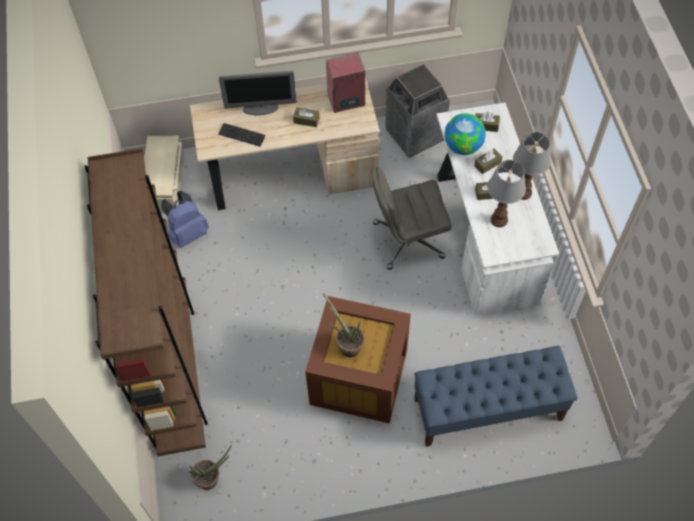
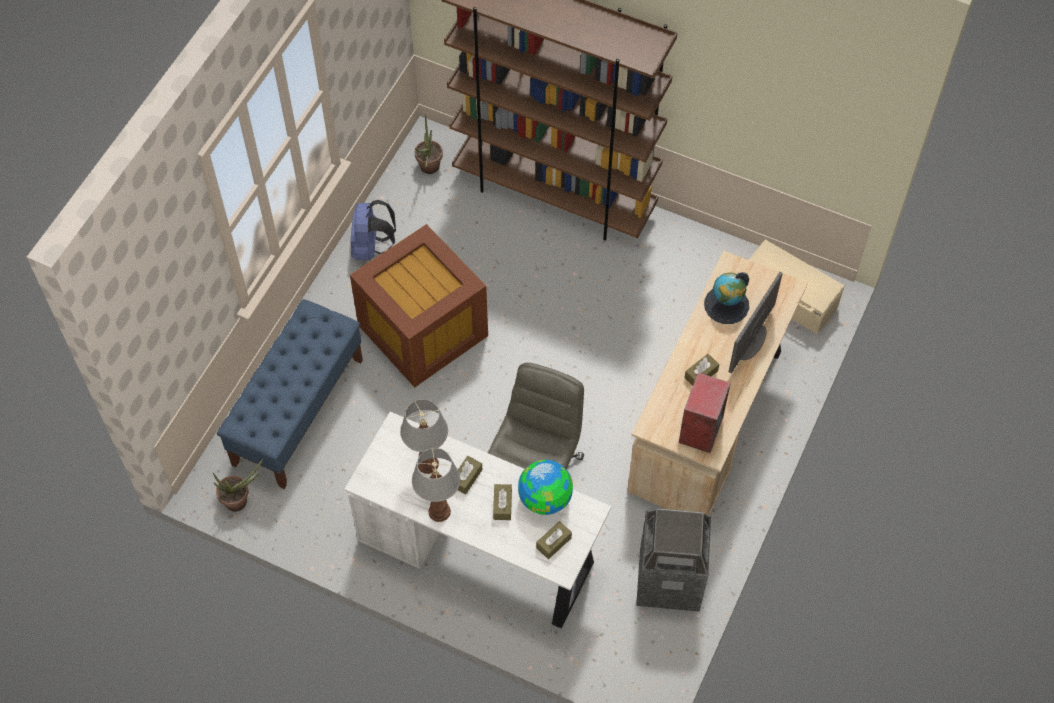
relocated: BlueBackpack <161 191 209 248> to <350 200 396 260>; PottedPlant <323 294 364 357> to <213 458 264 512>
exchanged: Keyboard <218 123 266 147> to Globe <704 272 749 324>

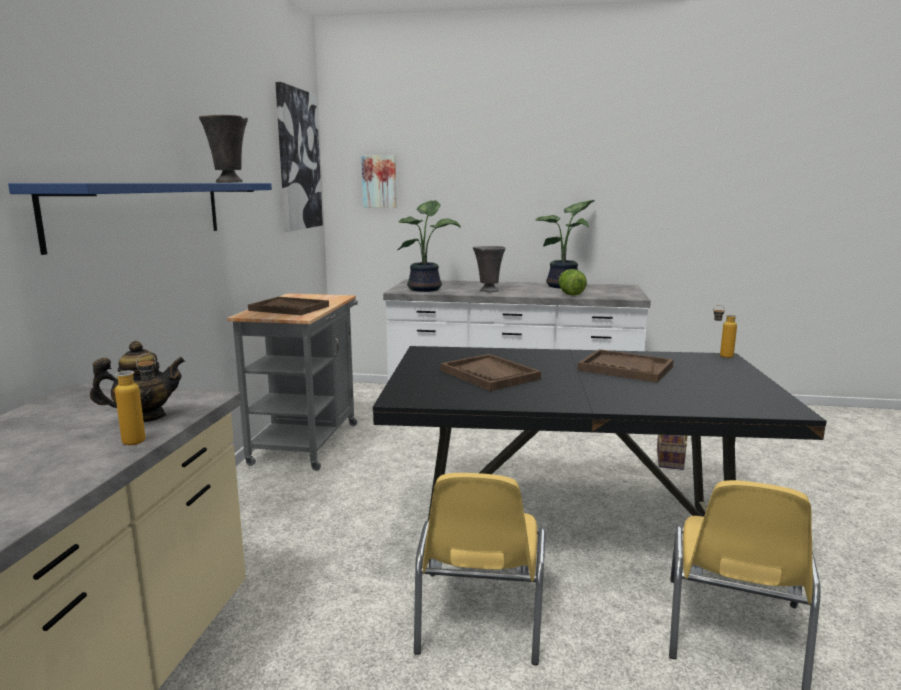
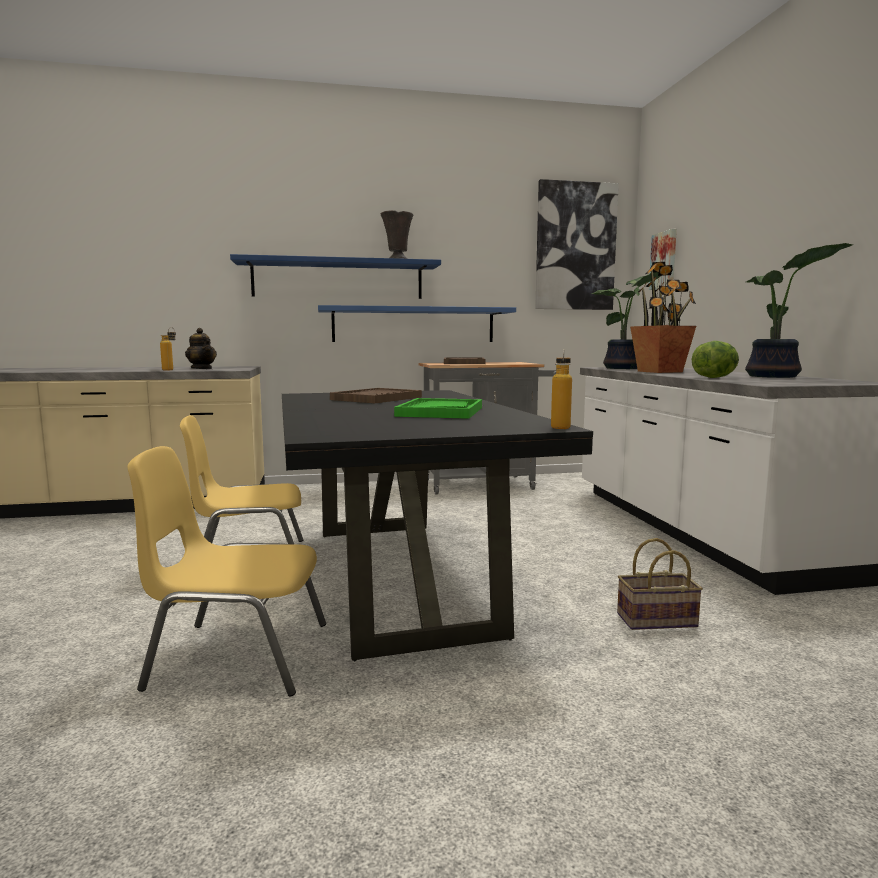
appeared: BlueShelf <318 305 516 342>
exchanged: GreyVase <473 246 506 292> to PottedPlant <630 262 696 373>
colour: BrownTray <578 349 674 383> to GreenTray <394 398 482 419>

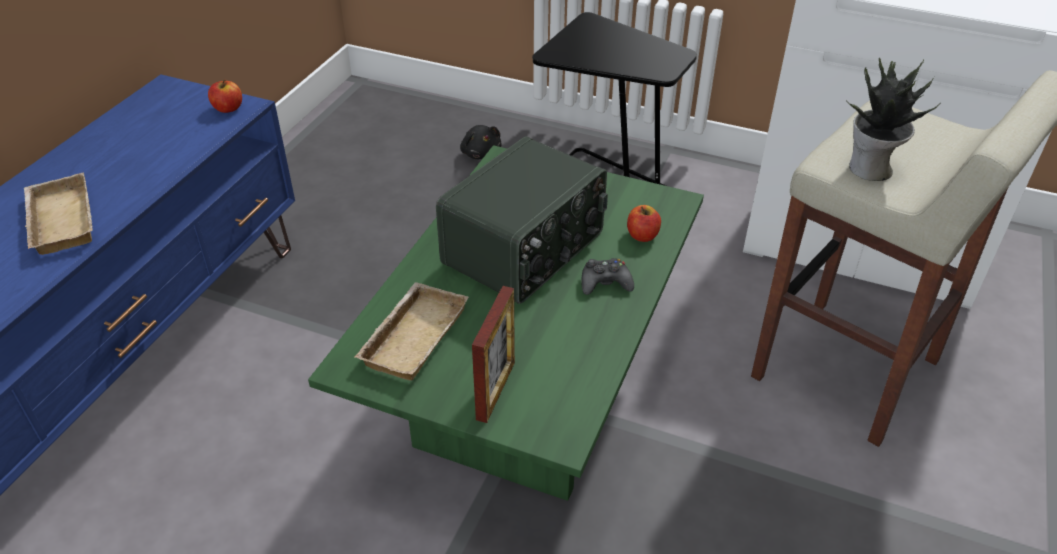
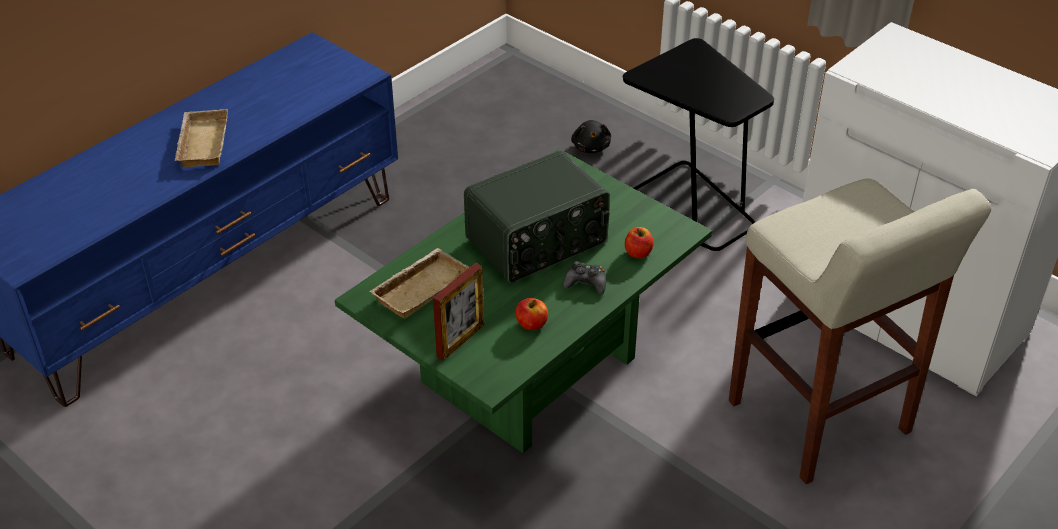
missing: PottedPlant <846 58 941 181>
relocated: Apple <208 79 242 113> to <516 298 548 330>

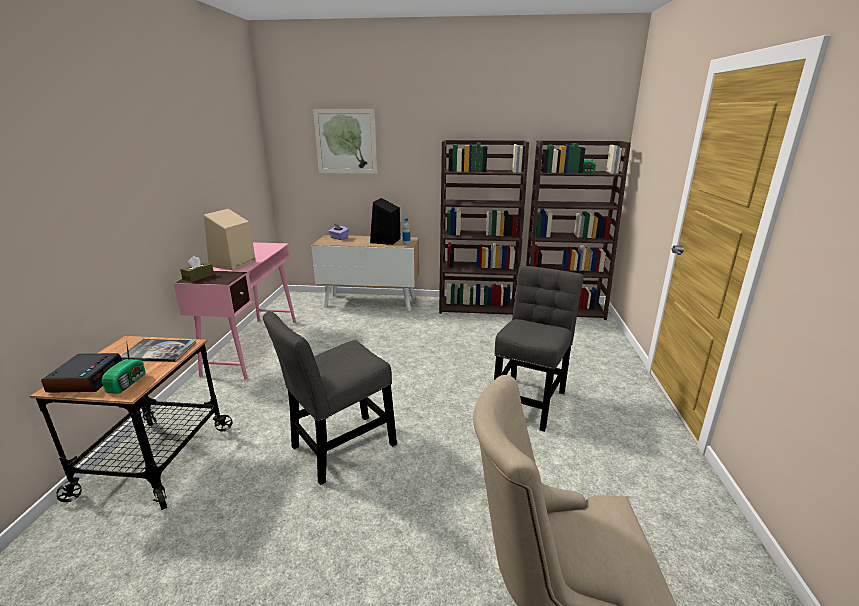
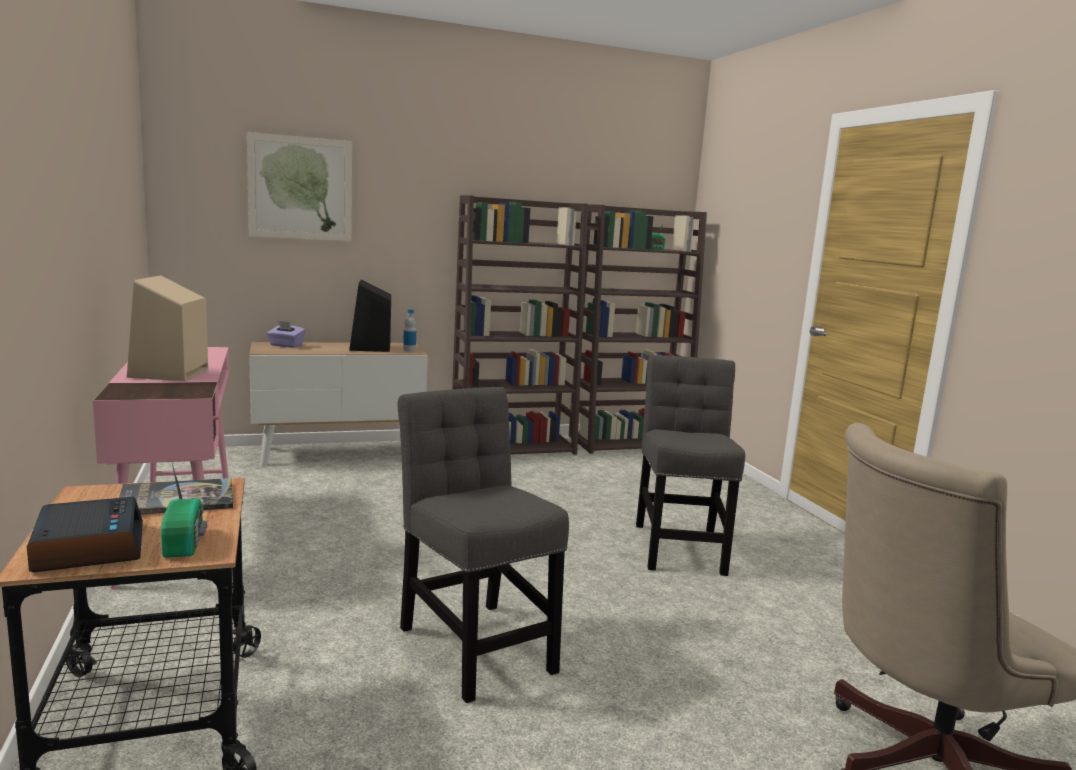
missing: BrownTissueBox <180 256 214 282>
spun: GreyChair <263 312 397 485> = <398 387 569 703> 120 degrees clockwise

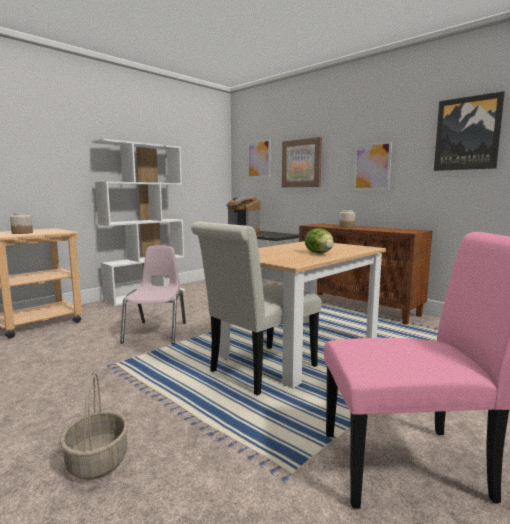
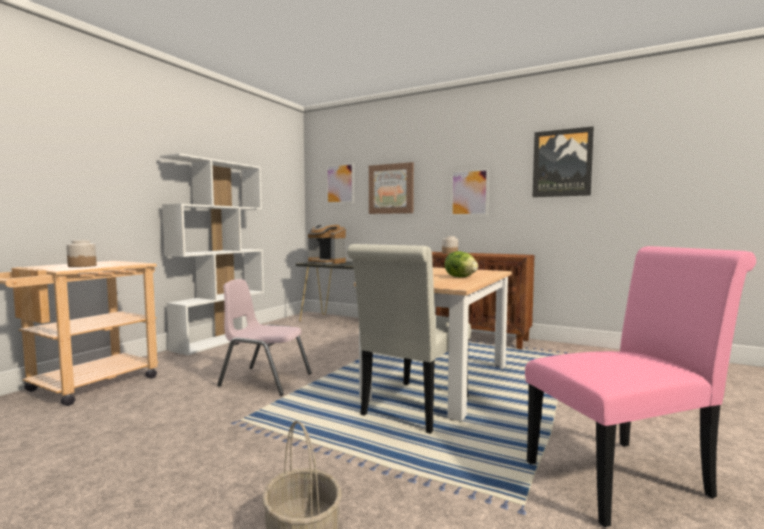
spun: PinkChair <120 245 186 344> = <217 279 312 396> 60 degrees counterclockwise

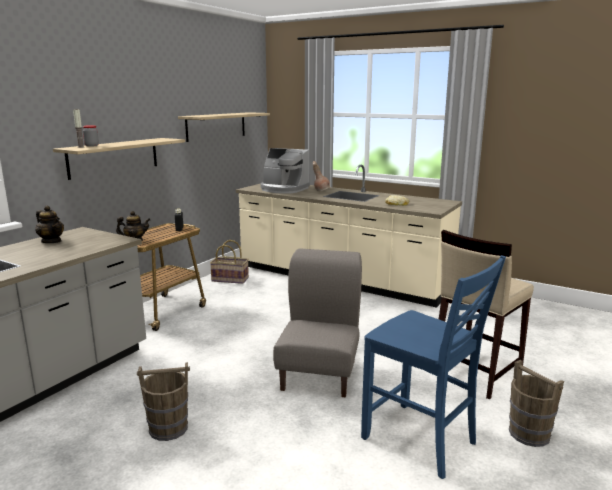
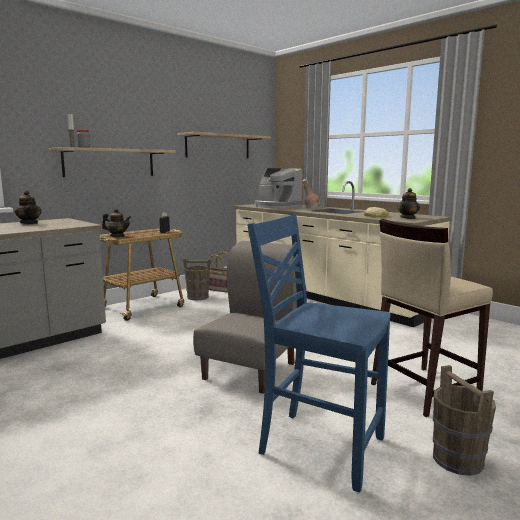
appeared: Teapot <397 188 420 219>
relocated: BrownBucket <137 362 190 441> to <183 258 211 300>
spun: BlueChair <361 255 506 479> = <247 214 391 492> 150 degrees clockwise

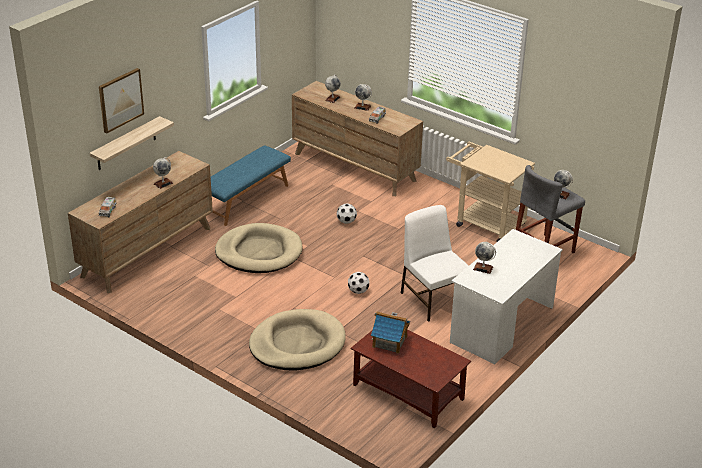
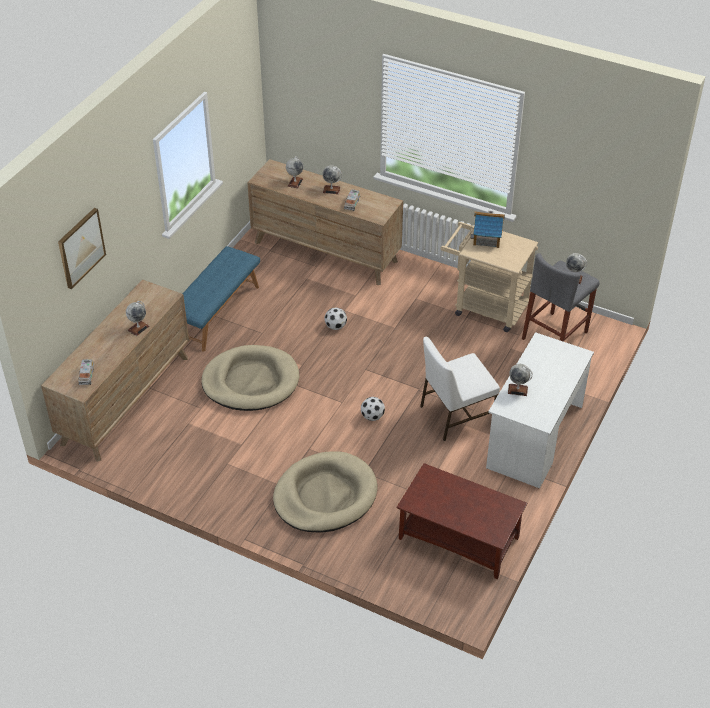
missing: Shelf <90 116 174 170>
relocated: ToyHouse <371 311 410 354> to <470 211 505 248>
spun: WhiteChair <401 205 469 322> = <420 337 500 441> 75 degrees counterclockwise

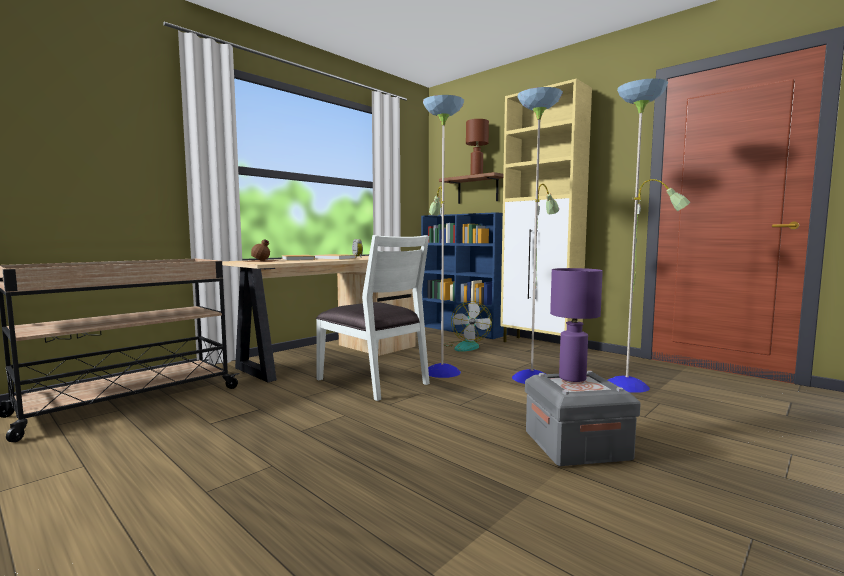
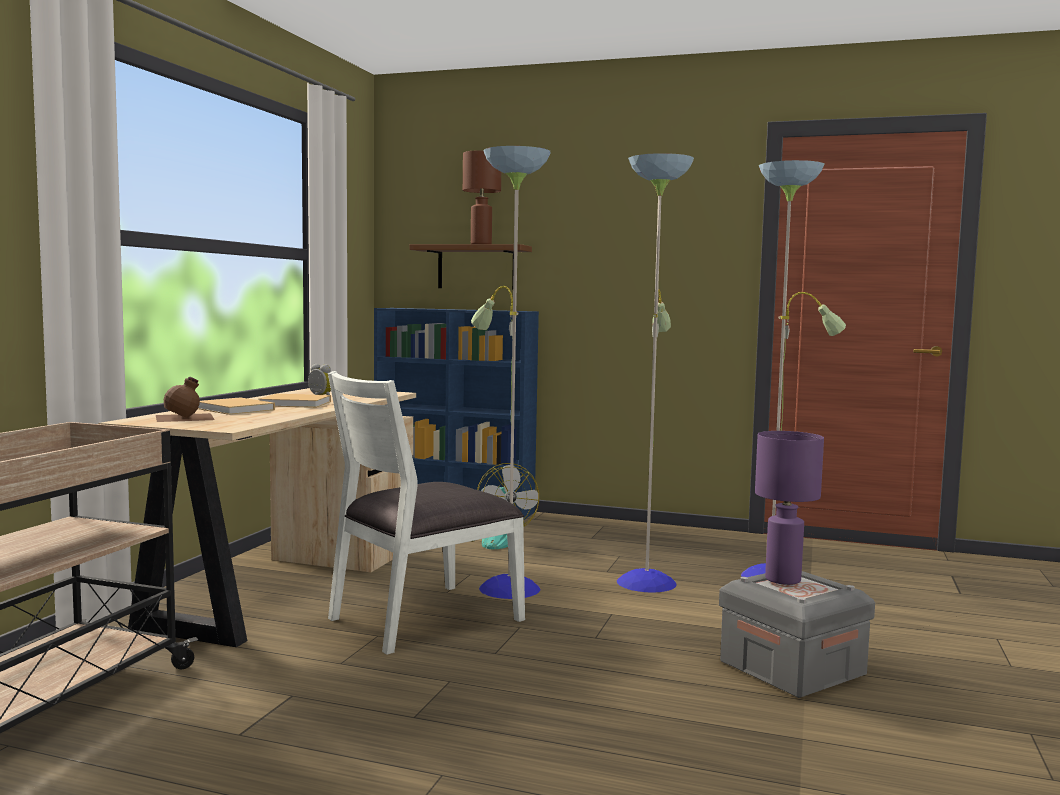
missing: BeigeCabinet <500 79 592 342>
spun: WhiteChair <316 235 430 401> = <328 371 525 655> 120 degrees clockwise

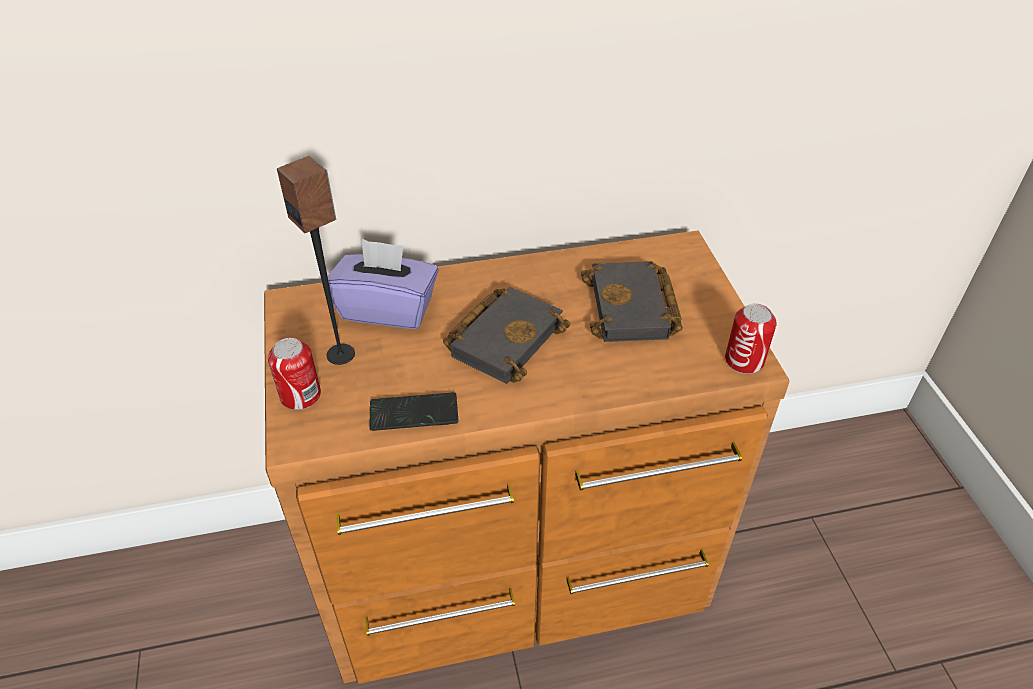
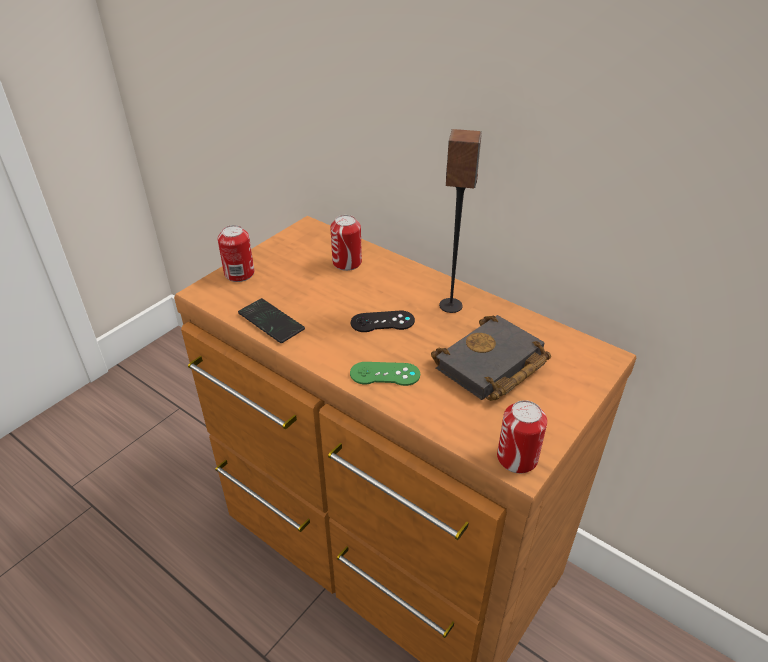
appeared: GreenGameController <350 362 420 386>
relocated: Speaker <277 156 355 365> to <439 129 482 313>
exchanged: PurpleTissueBox <327 239 439 329> to Can <330 215 362 271>; BlackBook <443 287 570 384> to BlackGameController <351 311 415 332>

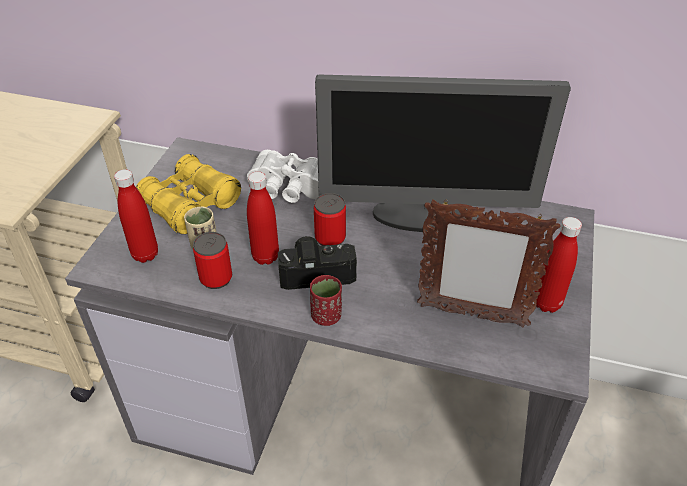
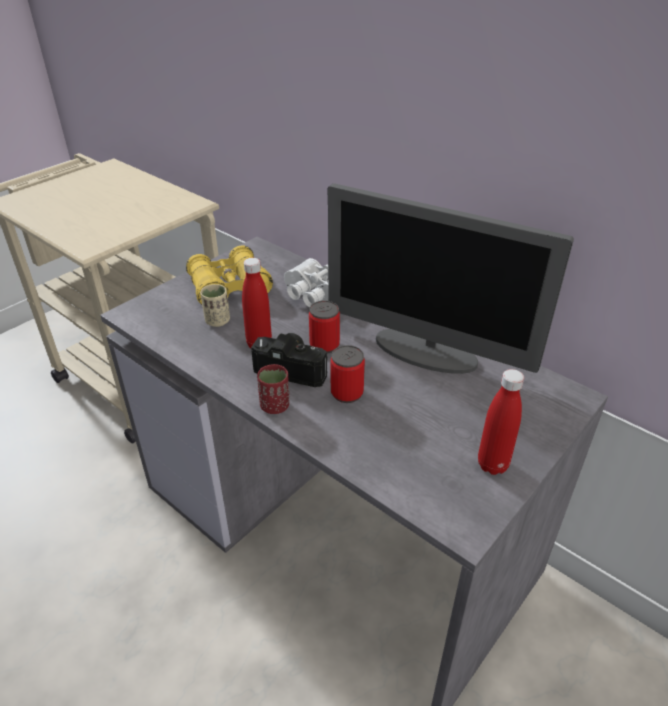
missing: RedBottle <114 169 158 263>; PictureFrame <417 199 560 327>
relocated: Can <193 232 232 289> to <331 345 365 403>

